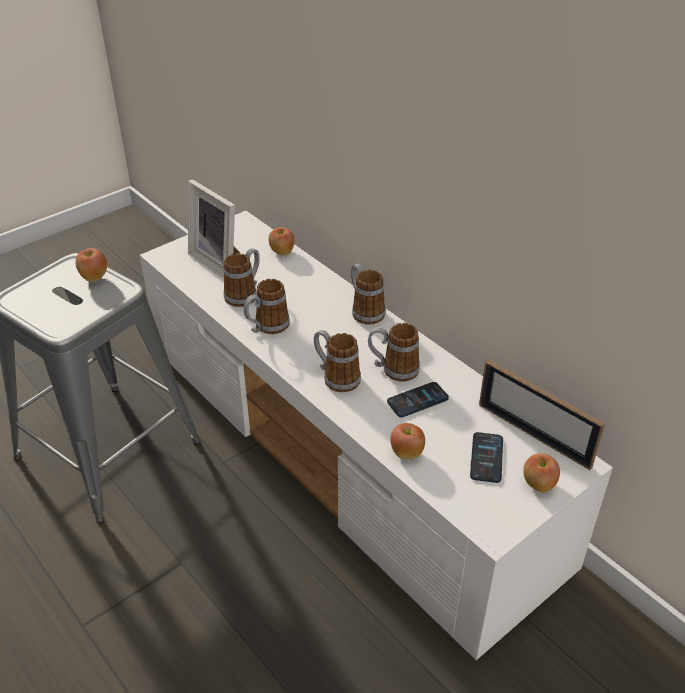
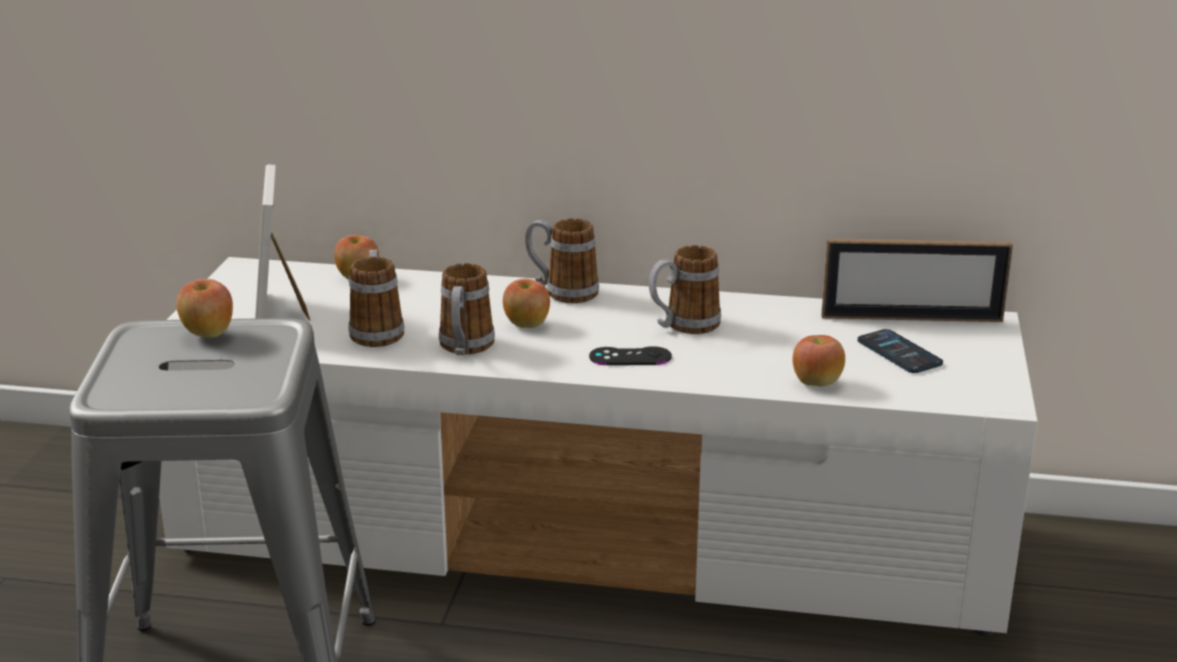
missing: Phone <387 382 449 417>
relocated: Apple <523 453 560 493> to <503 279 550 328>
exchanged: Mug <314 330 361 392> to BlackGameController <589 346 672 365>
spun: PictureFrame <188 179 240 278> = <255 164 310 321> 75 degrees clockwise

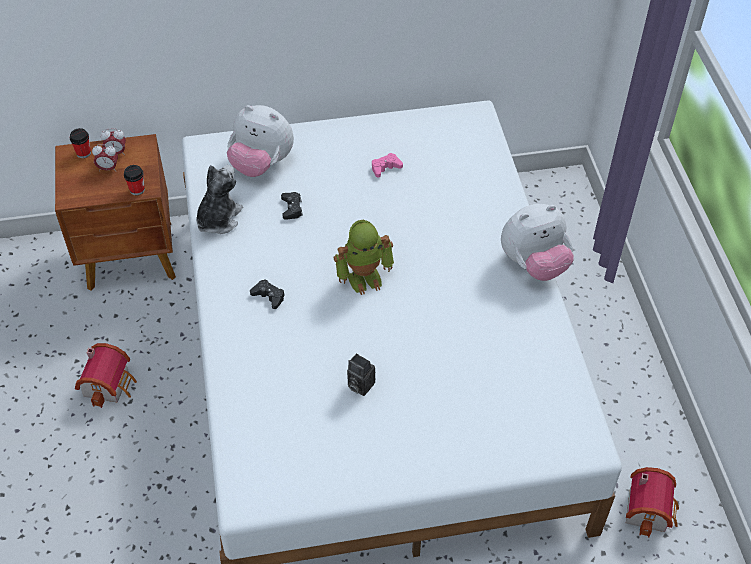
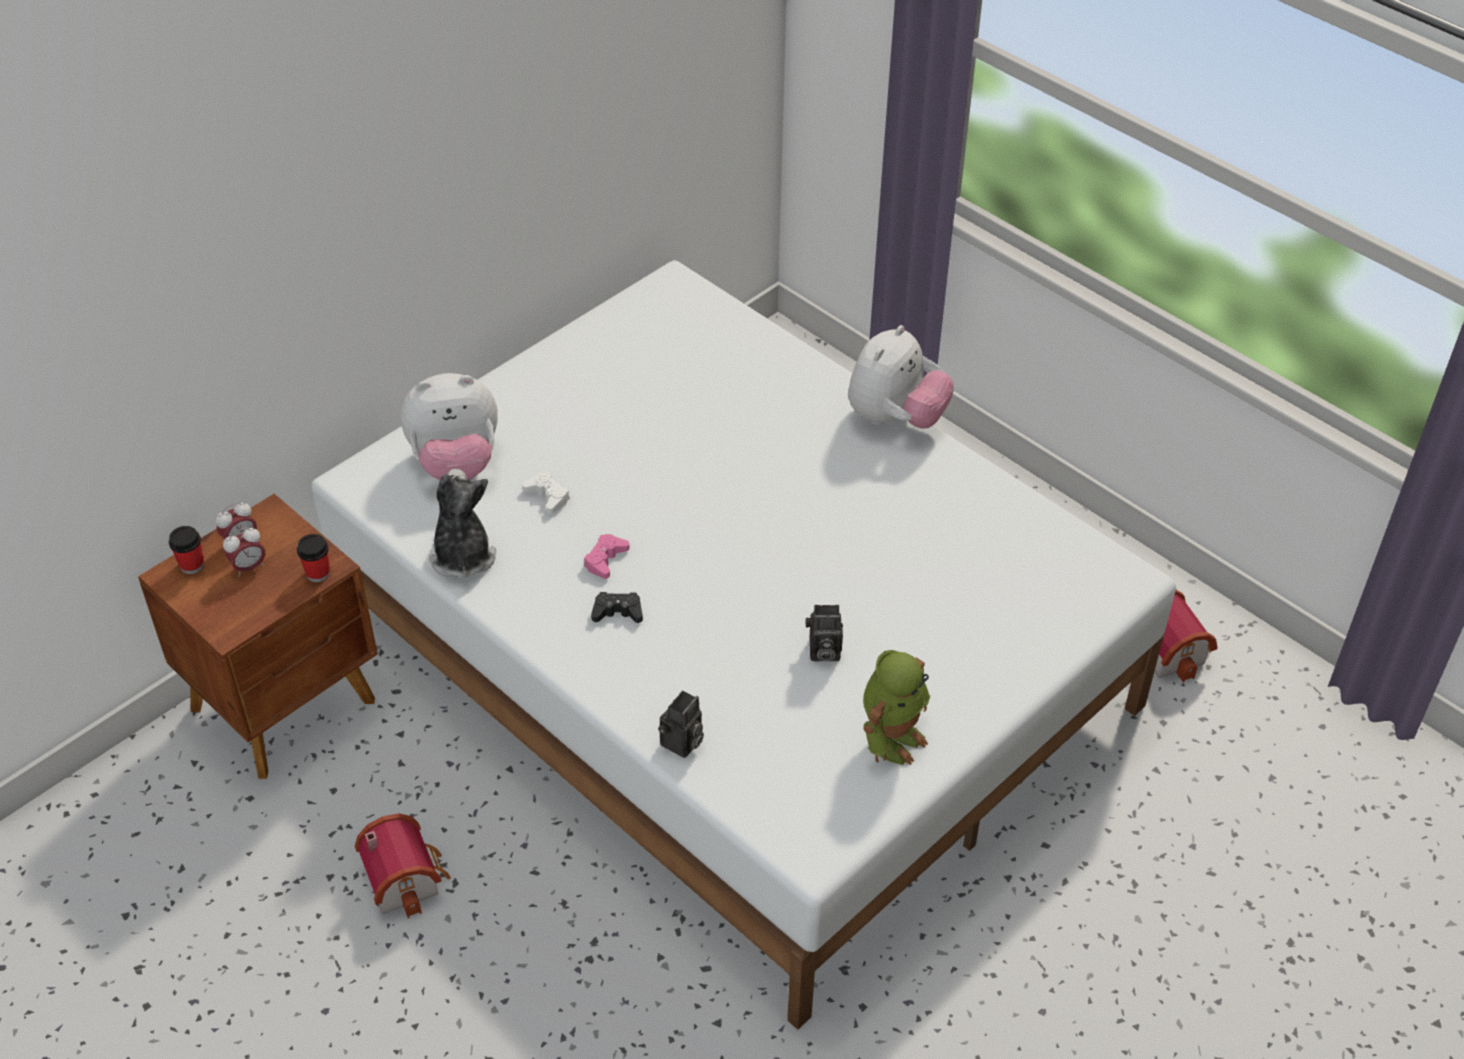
appeared: PhotoCamera <658 691 704 758>
relocated: PinkGameController <372 153 403 177> to <584 534 630 579>; ToyRobot <334 220 394 295> to <863 650 930 765>
colour: BlackGameController <281 192 303 220> to WhiteGameController <522 472 570 514>

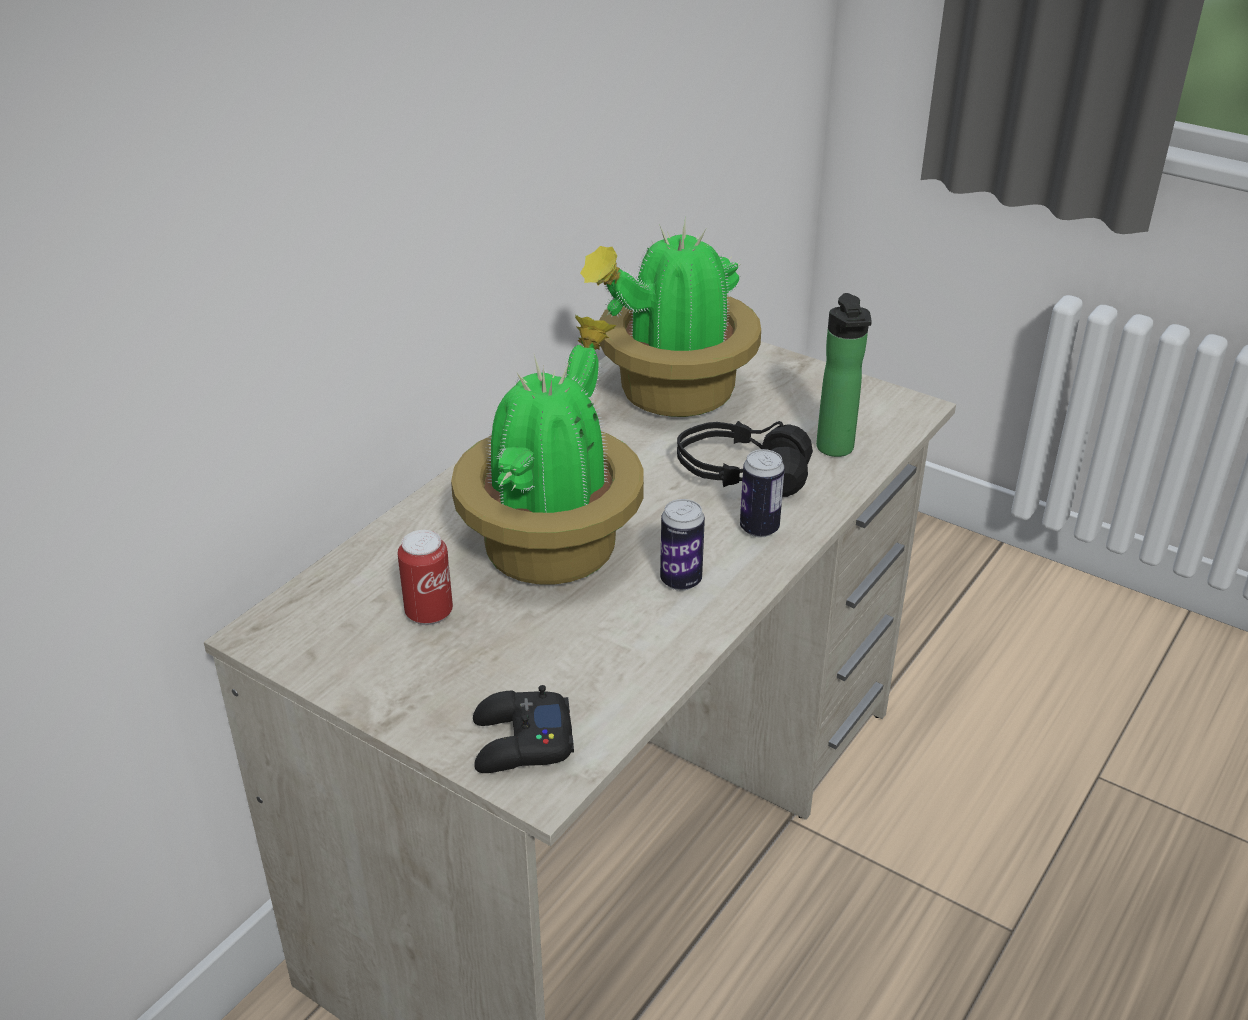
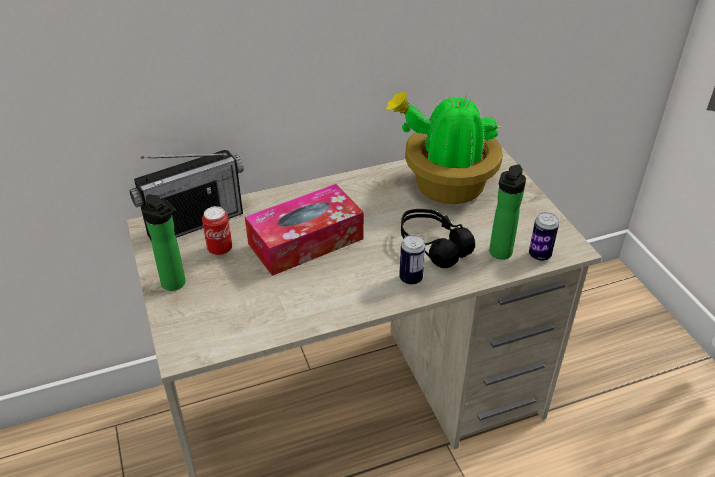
missing: BlackGameController <473 685 574 773>
appeared: Radio <129 150 244 241>; Bottle <143 195 186 291>
relocated: Can <660 499 705 591> to <529 212 559 261>
exchanged: PottedPlant <451 315 644 585> to TissueBox <245 184 364 276>

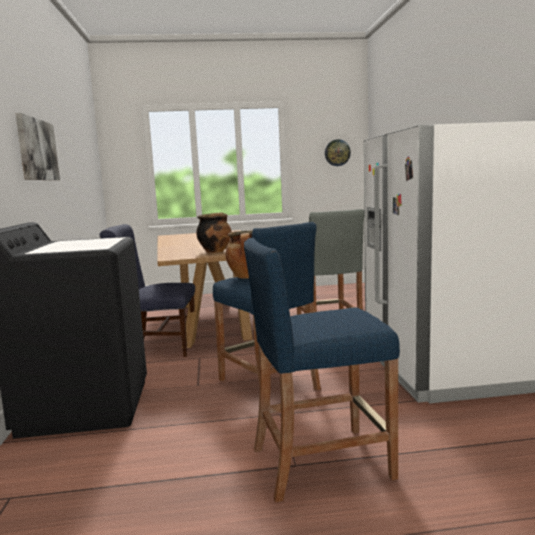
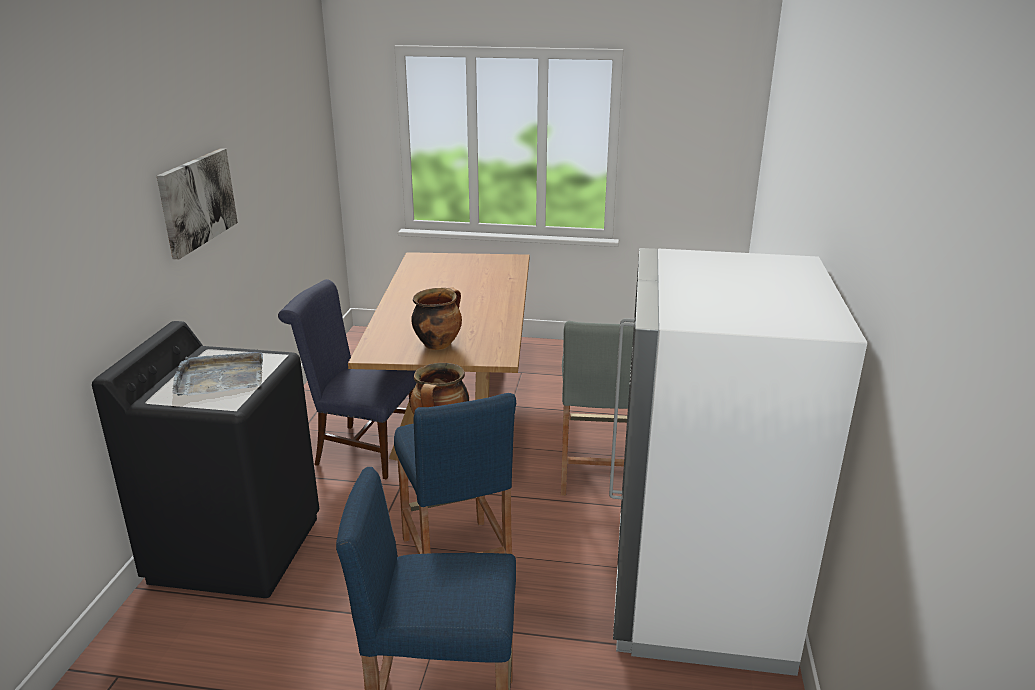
missing: WallClock <325 139 351 166>
appeared: GreyTray <172 351 263 396>

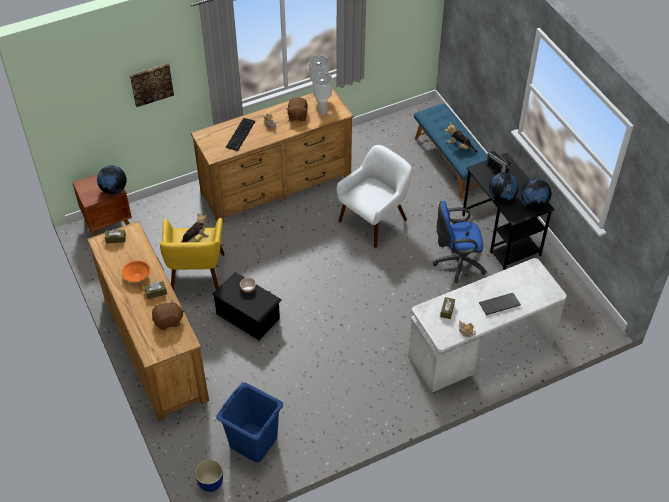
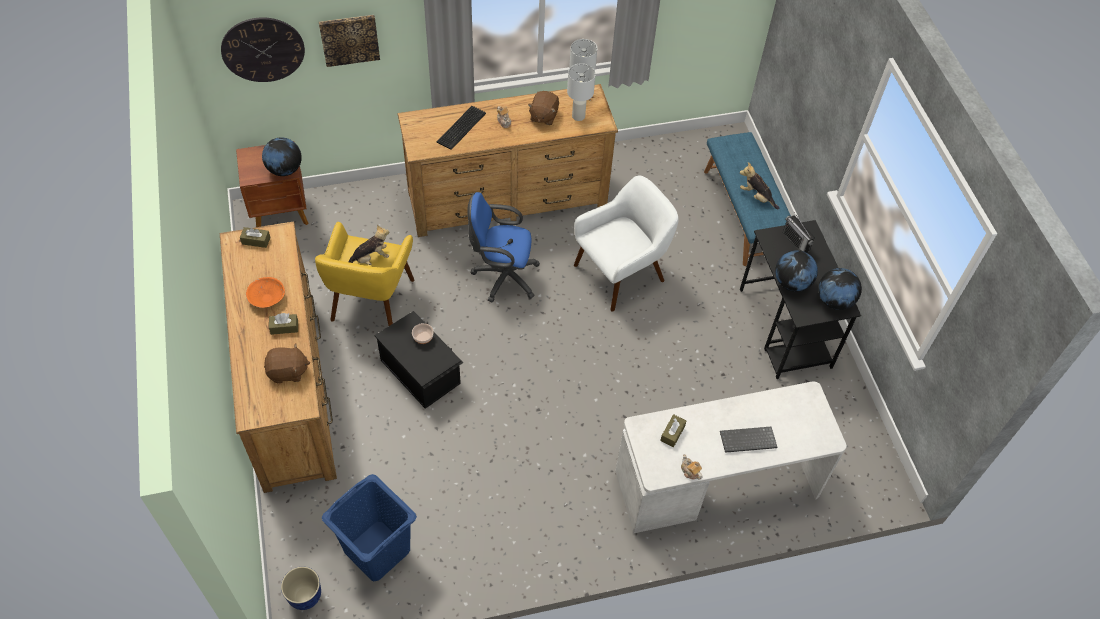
appeared: WallClock <221 17 305 82>
relocated: BlueOfficeChair <433 201 487 283> to <467 192 540 303>

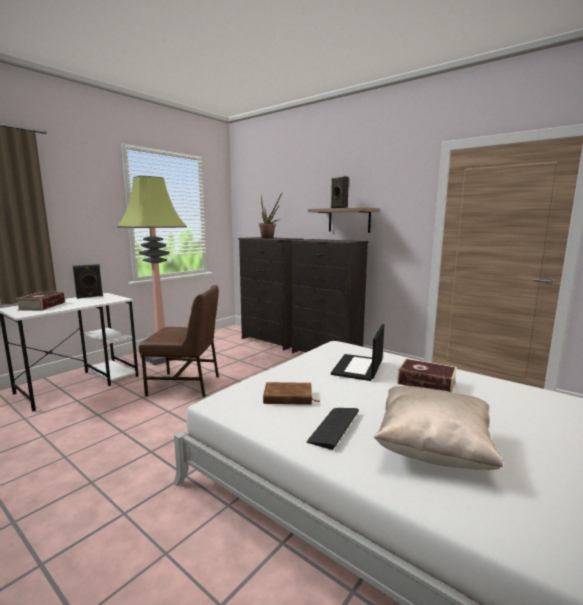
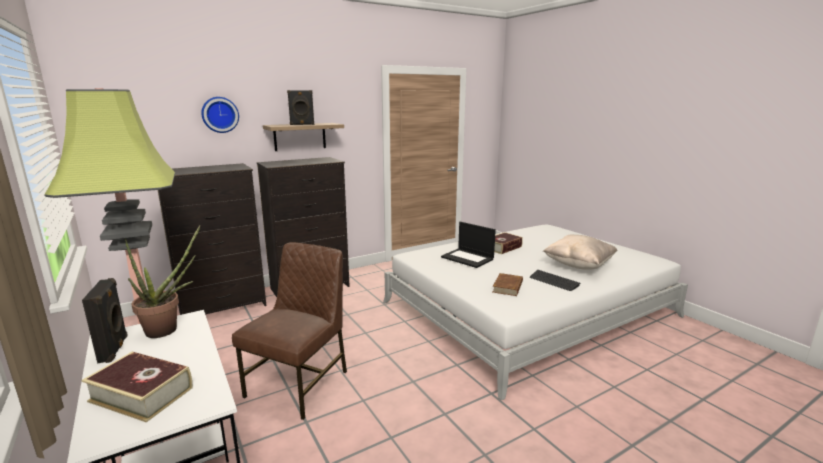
appeared: WallClock <201 97 239 133>
relocated: PottedPlant <259 192 283 239> to <125 225 200 338>

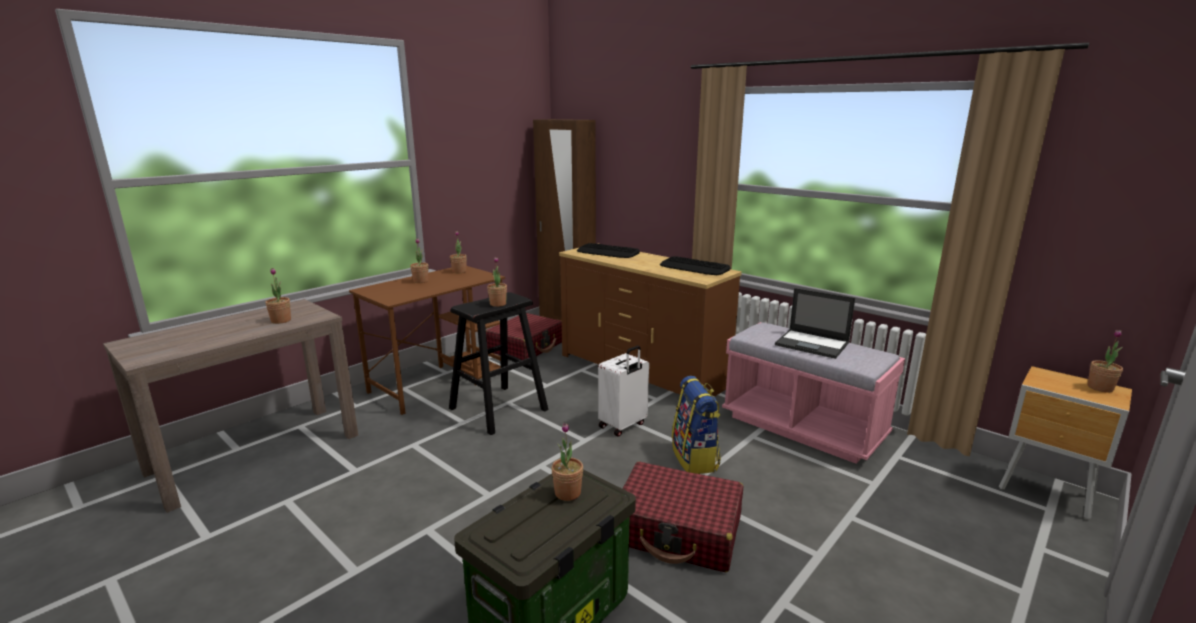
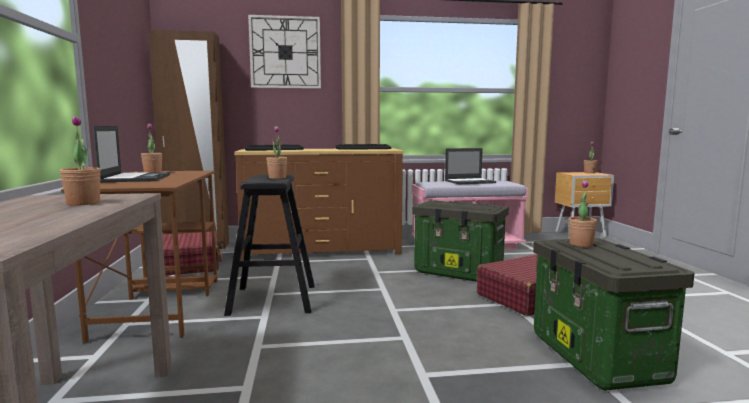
missing: WhiteSuitcase <598 345 649 437>
appeared: WallClock <248 15 321 89>
exchanged: PottedPlant <410 238 428 283> to Laptop <93 126 170 182>; Backpack <672 376 721 474> to StorageBox <412 200 509 282>

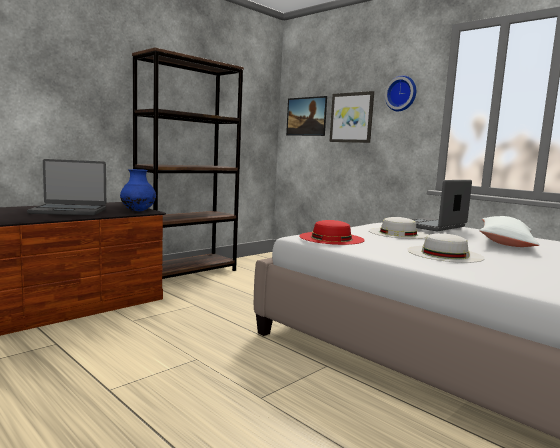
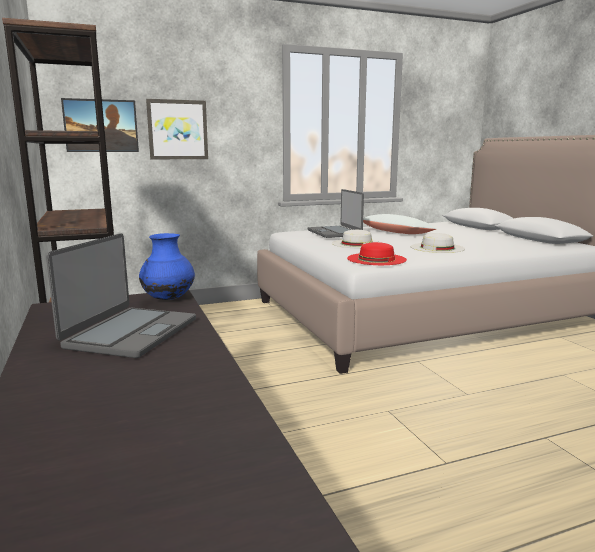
missing: WallClock <385 75 416 111>

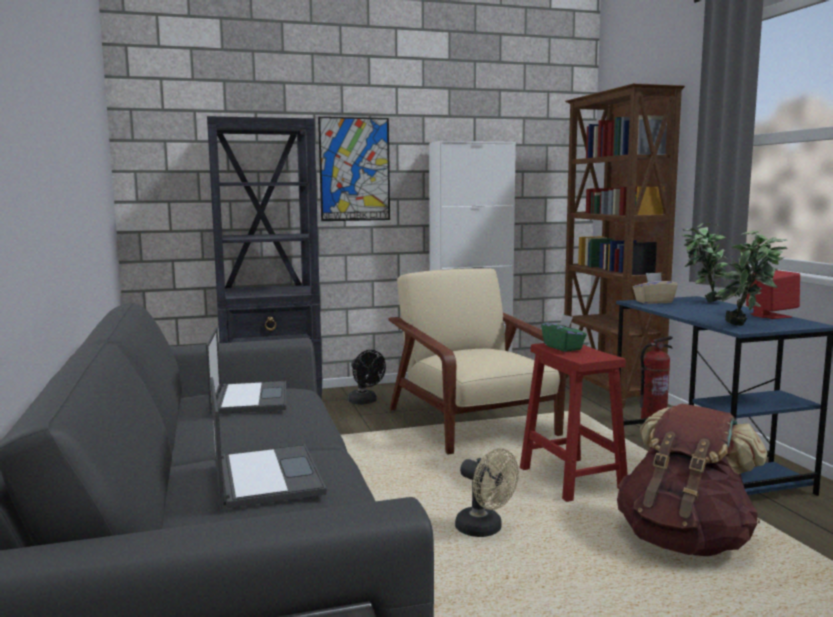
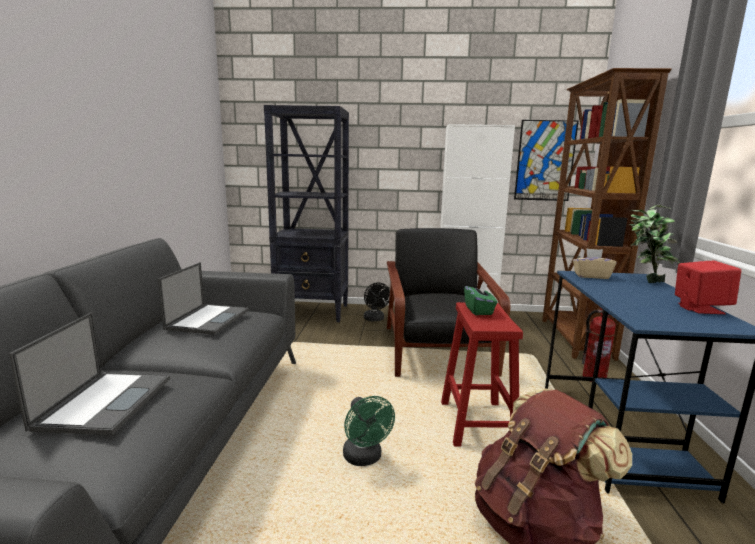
missing: PottedPlant <715 231 788 326>
relocated: Picture <318 117 390 221> to <514 120 579 201>
colour: BeigeArmchair <388 268 566 454> to BlackArmchair <387 228 510 377>; BeigeFan <455 448 519 537> to GreenFan <343 396 395 466>

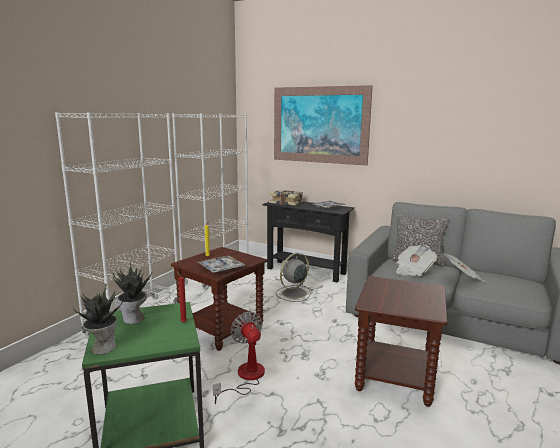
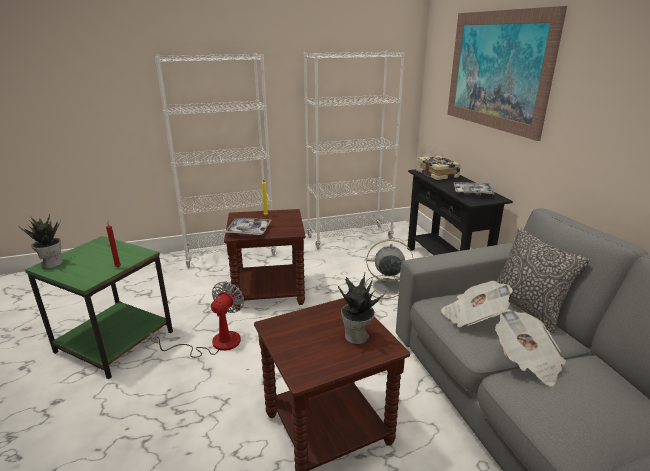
relocated: PottedPlant <113 262 152 324> to <338 273 386 344>

